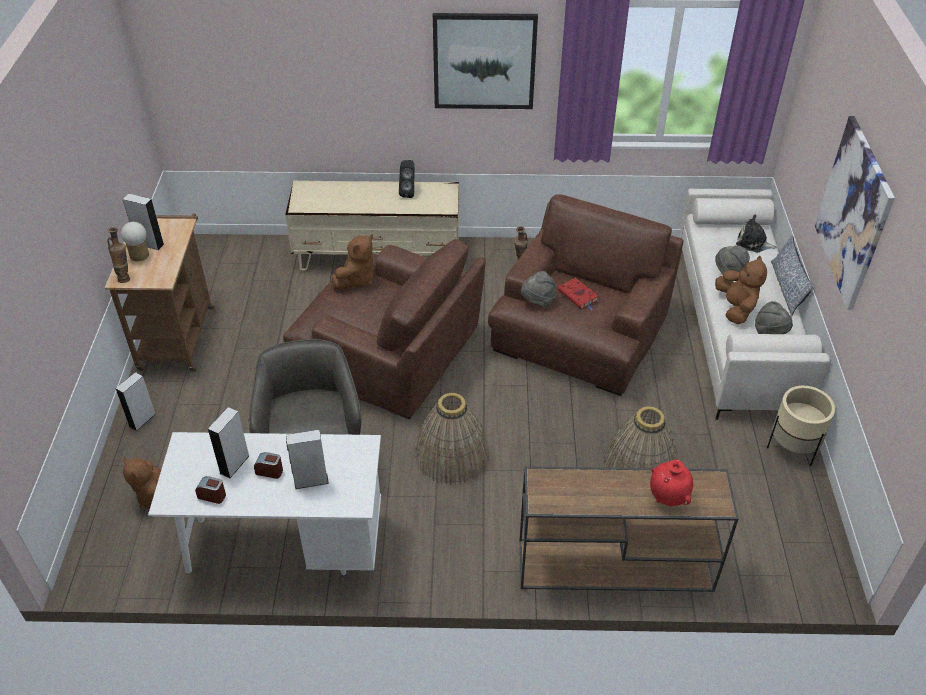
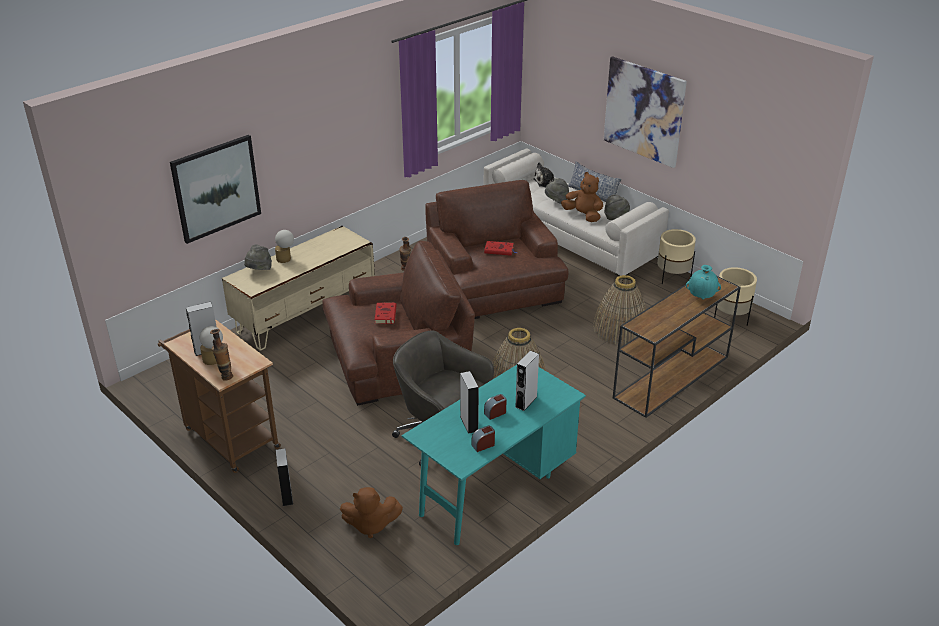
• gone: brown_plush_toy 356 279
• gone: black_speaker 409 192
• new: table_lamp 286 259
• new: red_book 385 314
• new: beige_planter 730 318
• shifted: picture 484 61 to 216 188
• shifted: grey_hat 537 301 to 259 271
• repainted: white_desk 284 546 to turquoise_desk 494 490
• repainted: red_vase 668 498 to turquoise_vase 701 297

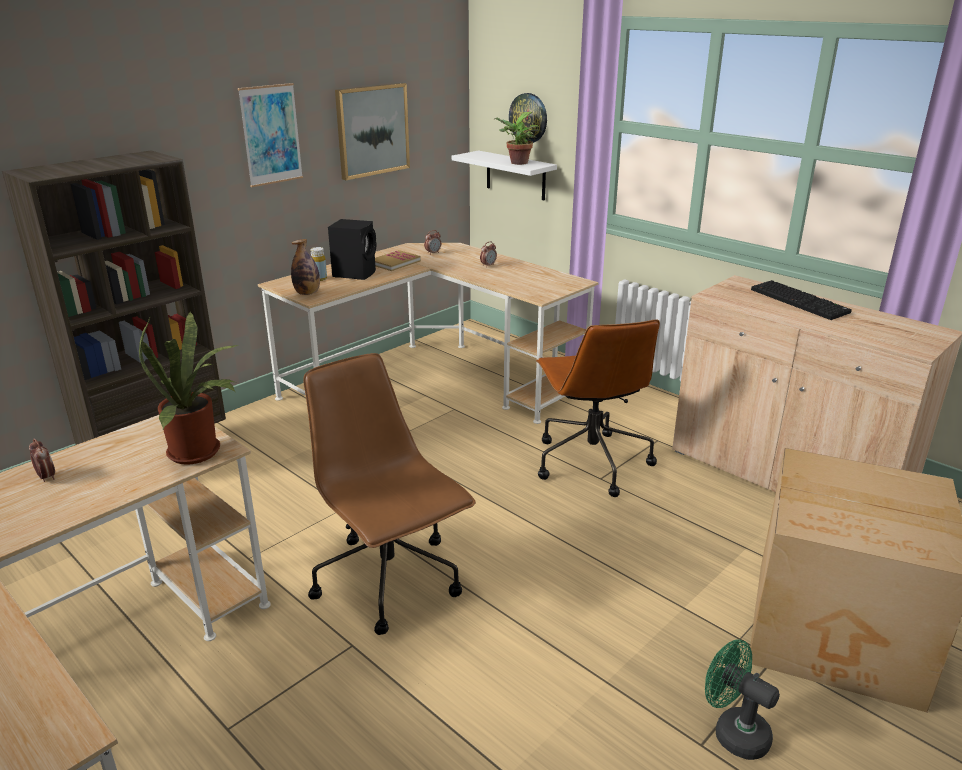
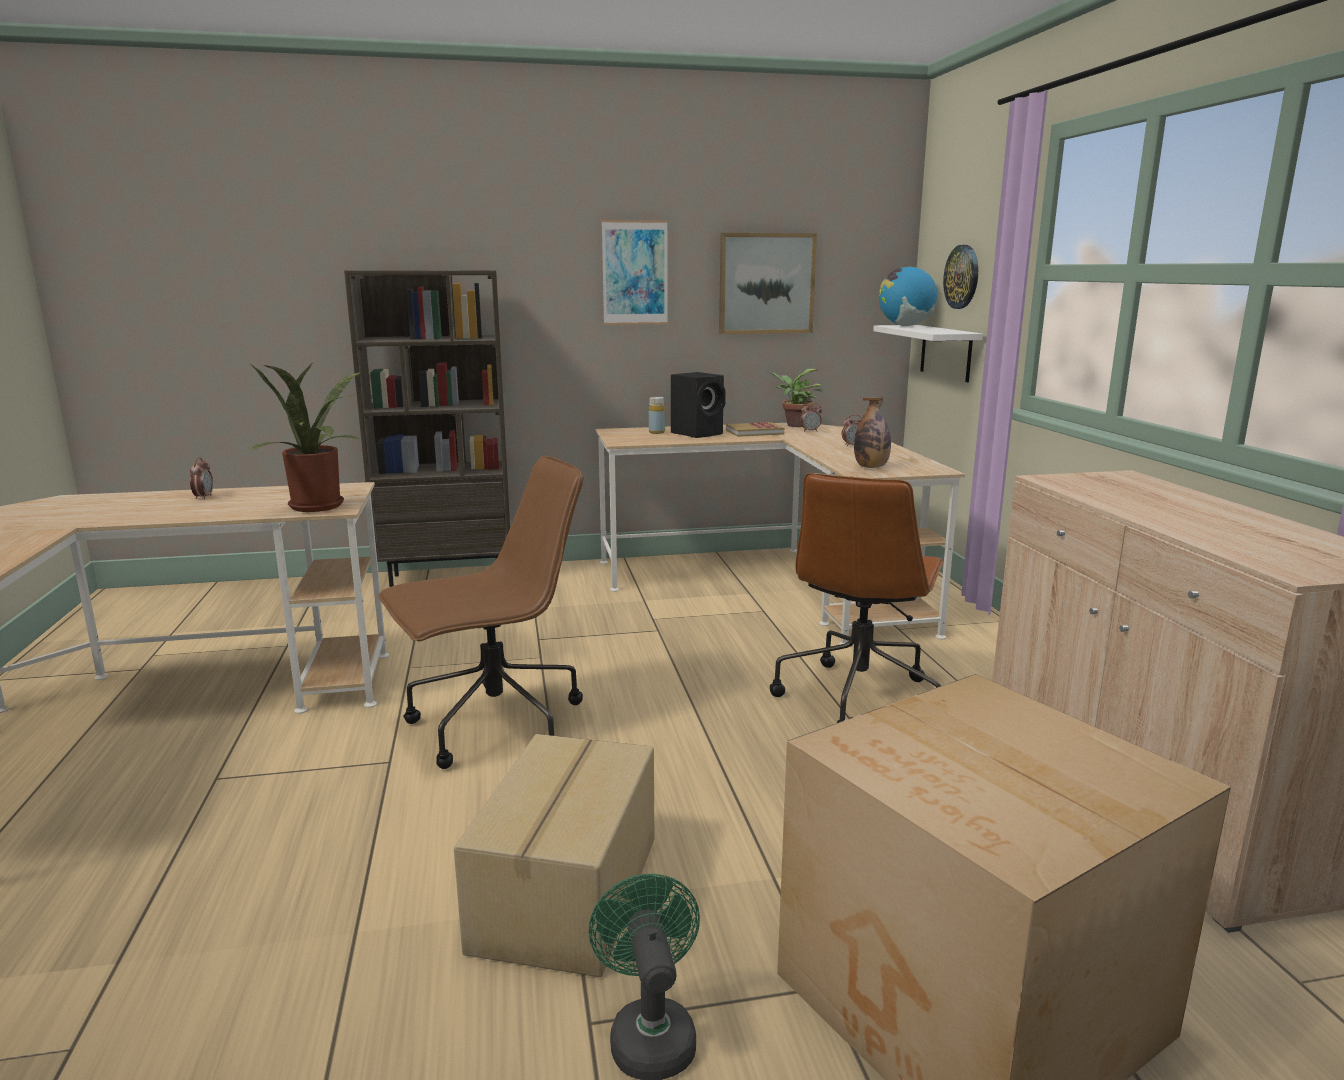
• gone: keyboard 800 301
• new: cardboard_box 564 892
• new: globe 905 326
• shifted: bottle 307 293 to 871 467
• shifted: potted_plant 517 163 to 794 425
• rotated: brown_office_chair 390 581 = 494 726 60 degrees clockwise

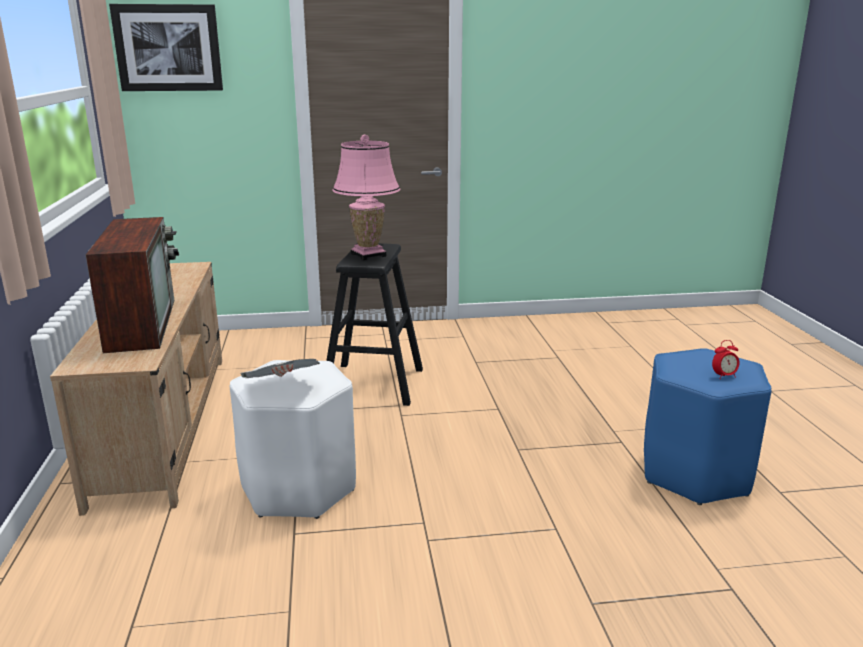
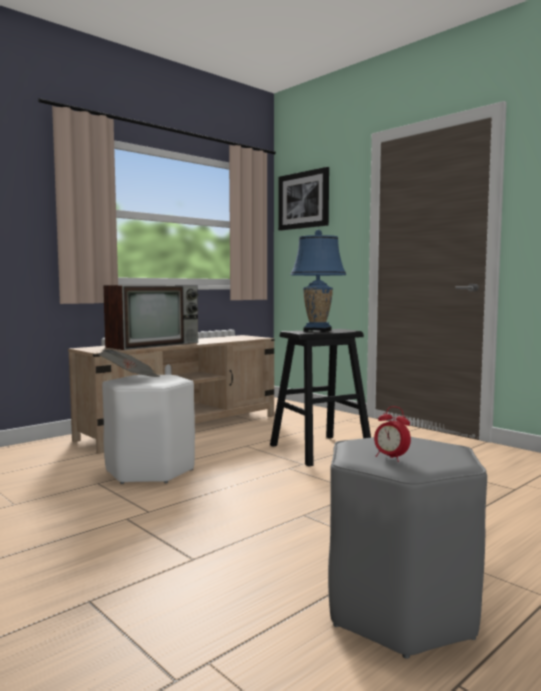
• repainted: pink_table_lamp 368 255 to blue_table_lamp 317 331
• repainted: blue_stool 694 474 to grey_stool 401 609

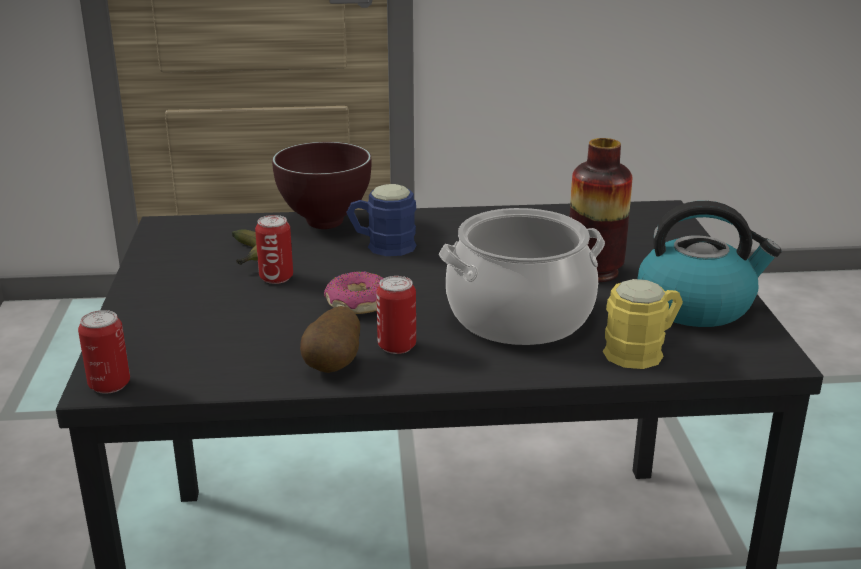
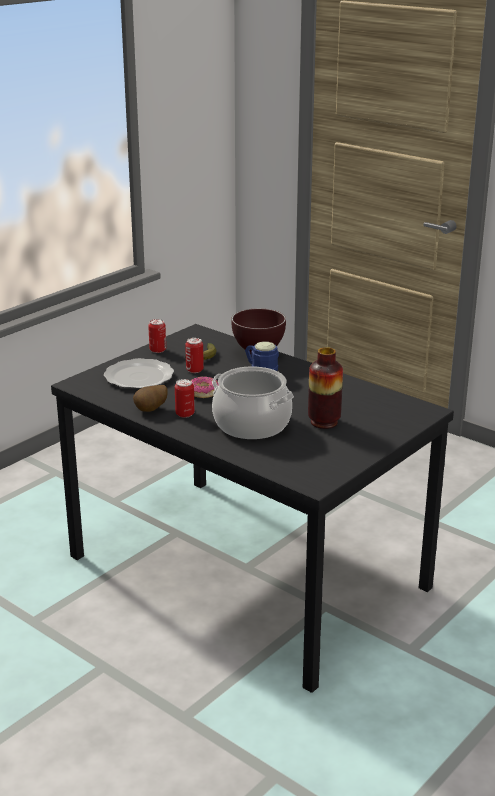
• gone: yellow_mug 642 350
• gone: kettle 696 305
• new: plate 140 376
• shifted: can 109 385 to 158 350

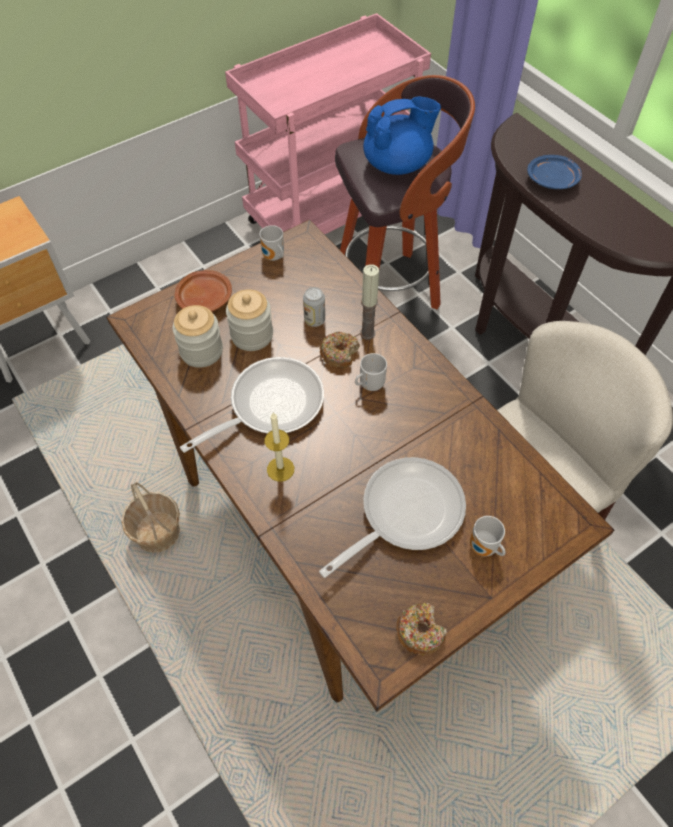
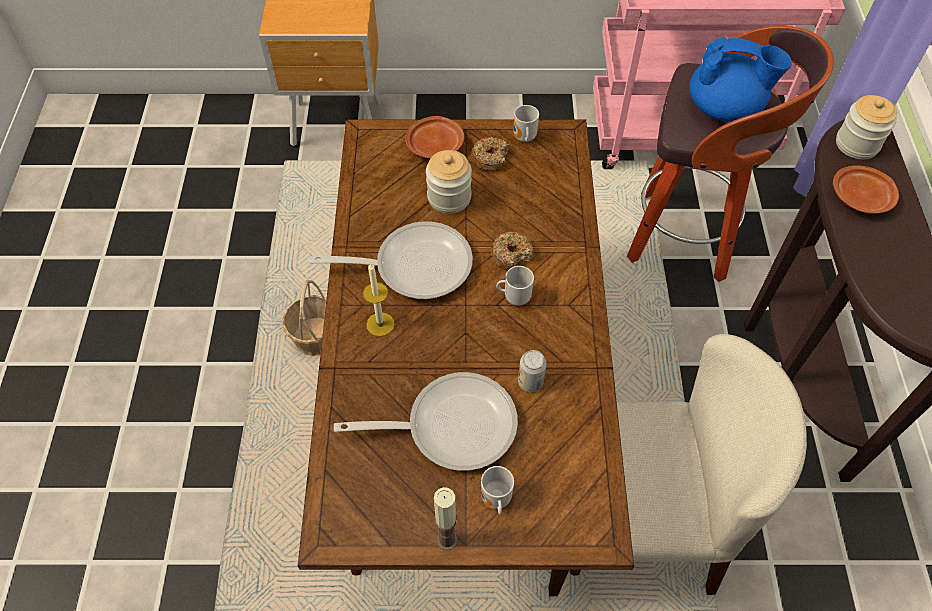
• shifted: jar 201 351 to 857 144
• shifted: can 314 320 to 530 382
• shifted: candle 367 333 to 447 540
• shifted: donut 420 631 to 490 158
• repainted: blue_plate 552 180 to brown_plate 861 197

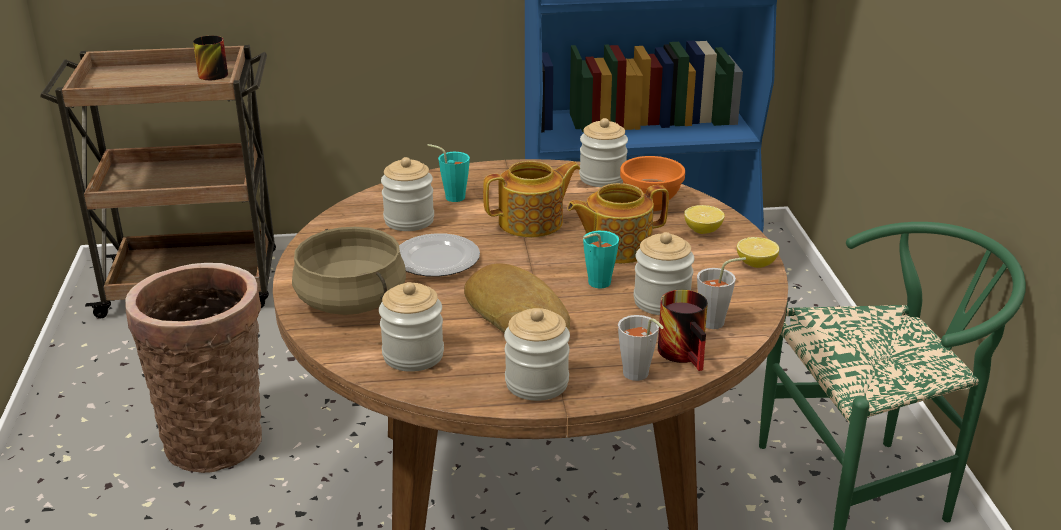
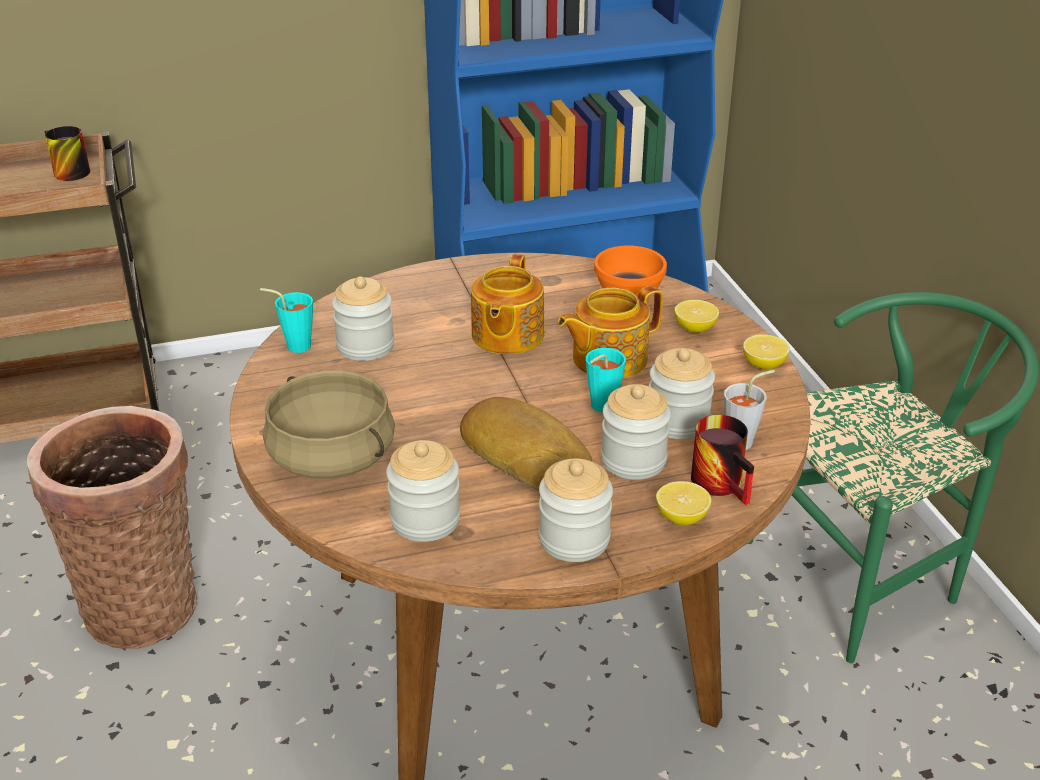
• gone: plate 436 260
• shifted: turquoise_cup 451 196 to 293 345
• shifted: jar 602 178 to 633 460
• swapped: grey_cup 638 376 to lemon 681 518
• rotated: teapot 532 222 = 506 336 135 degrees clockwise

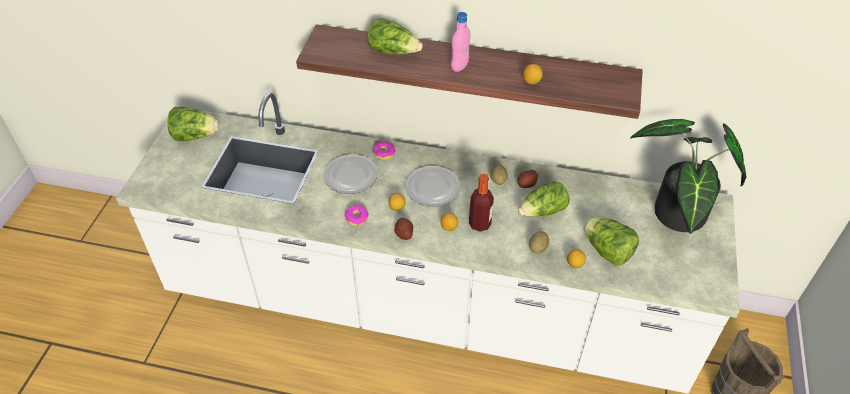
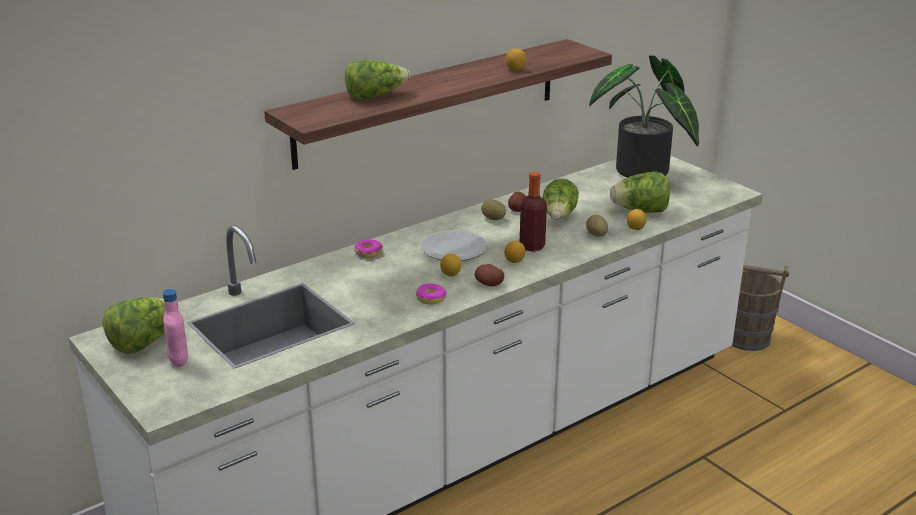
• gone: plate 350 176
• shifted: pink_bottle 459 66 to 178 361

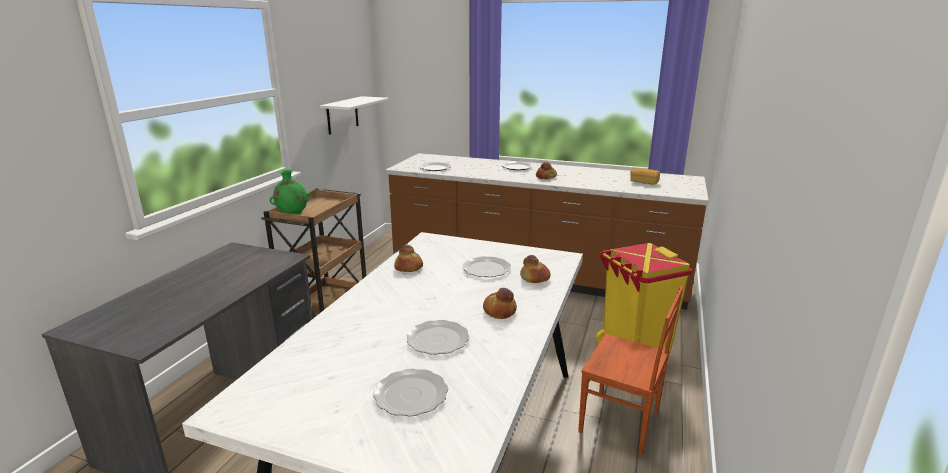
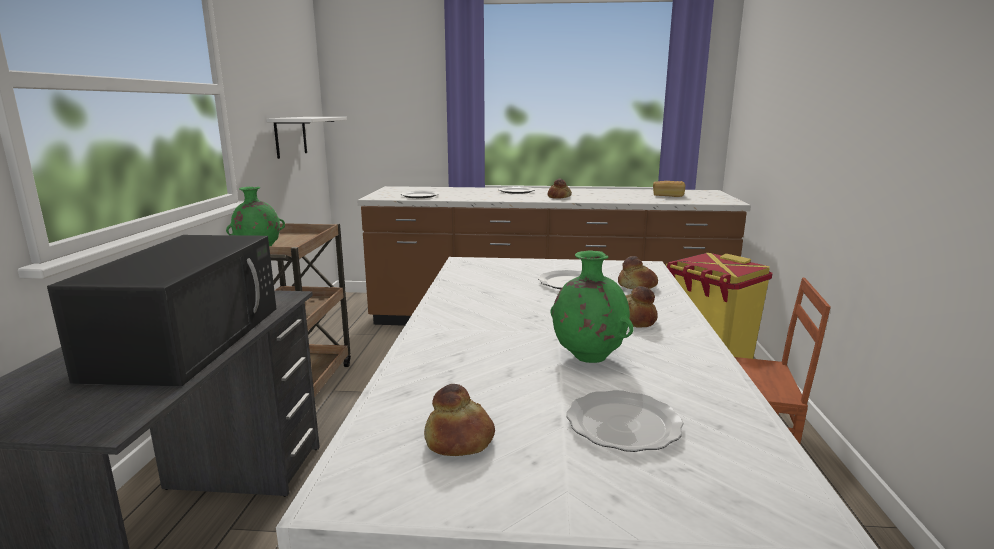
• new: black_microwave 190 339
• shifted: bread 408 268 to 458 441
• swapped: plate 437 339 to green_vase 588 357

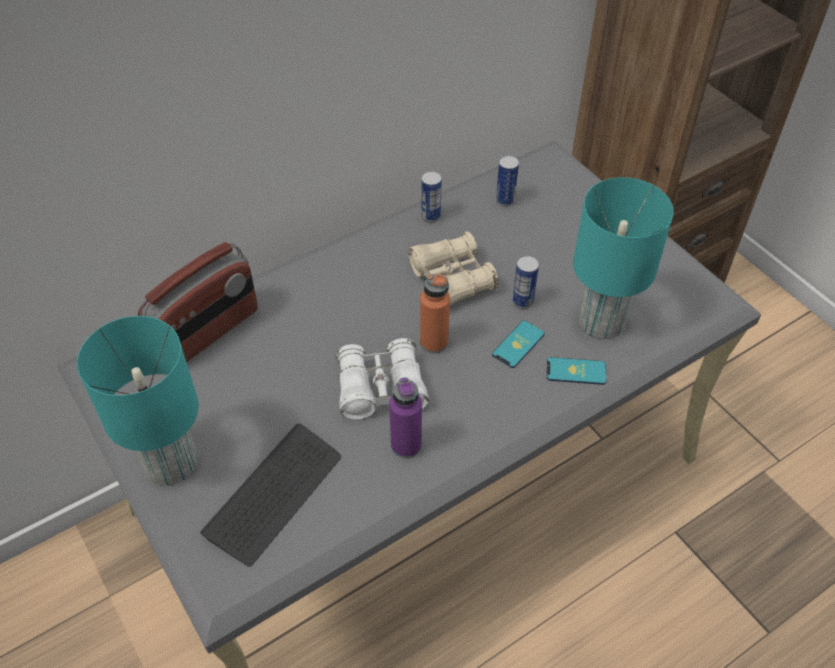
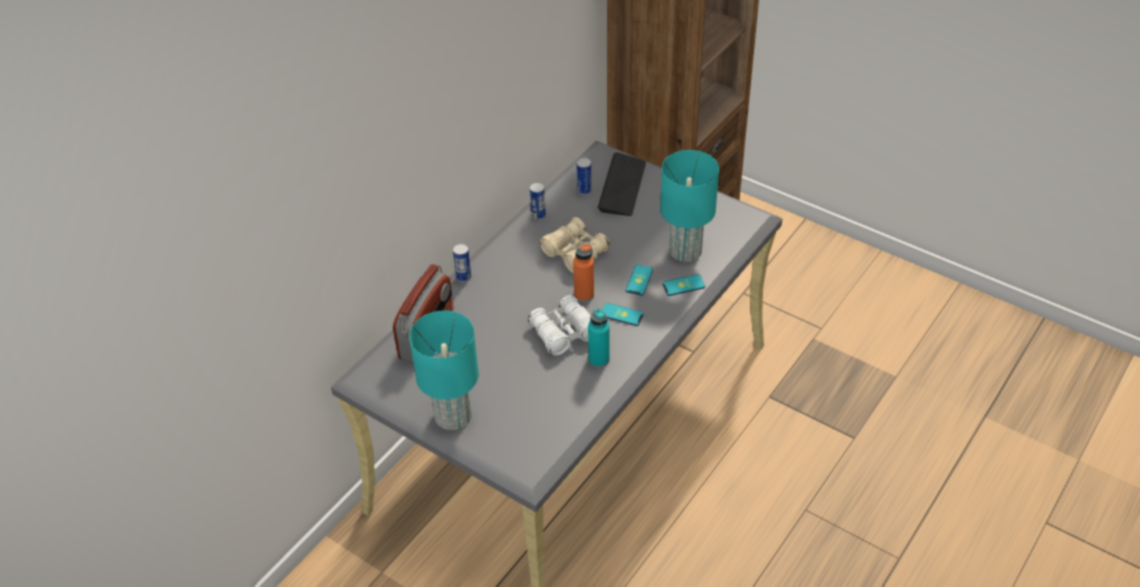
• new: phone 621 315
• shifted: keyboard 274 495 to 622 186
• shifted: can 522 301 to 463 277
• repainted: purple_bottle 406 445 to turquoise_bottle 598 360

